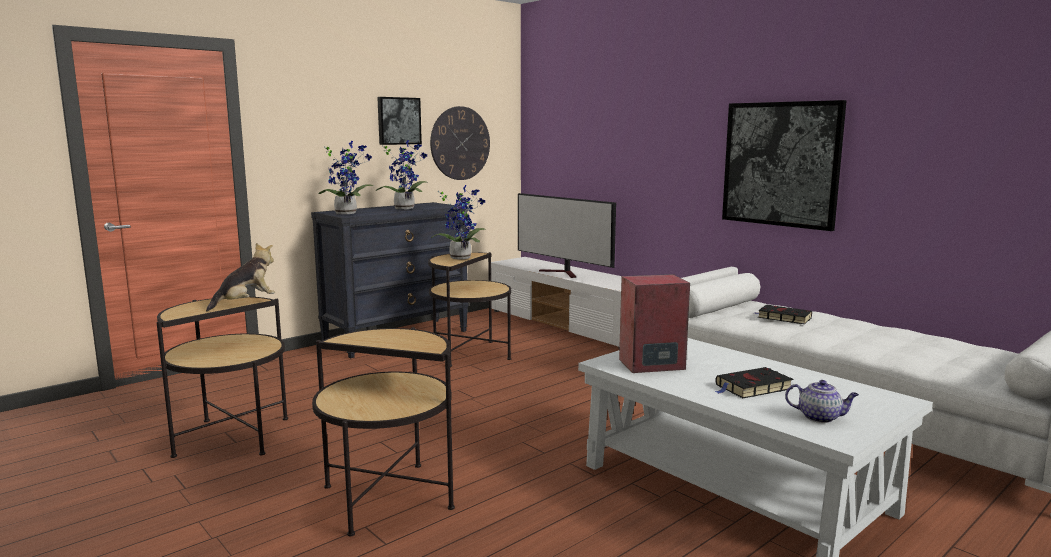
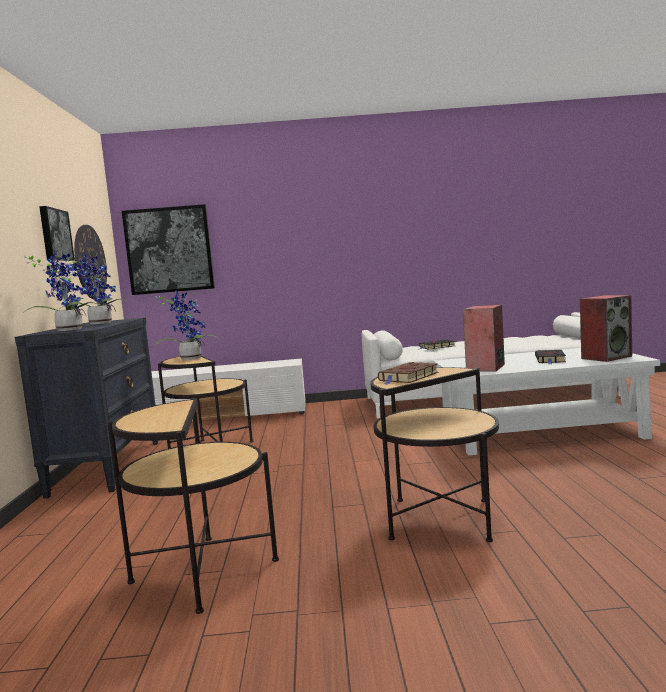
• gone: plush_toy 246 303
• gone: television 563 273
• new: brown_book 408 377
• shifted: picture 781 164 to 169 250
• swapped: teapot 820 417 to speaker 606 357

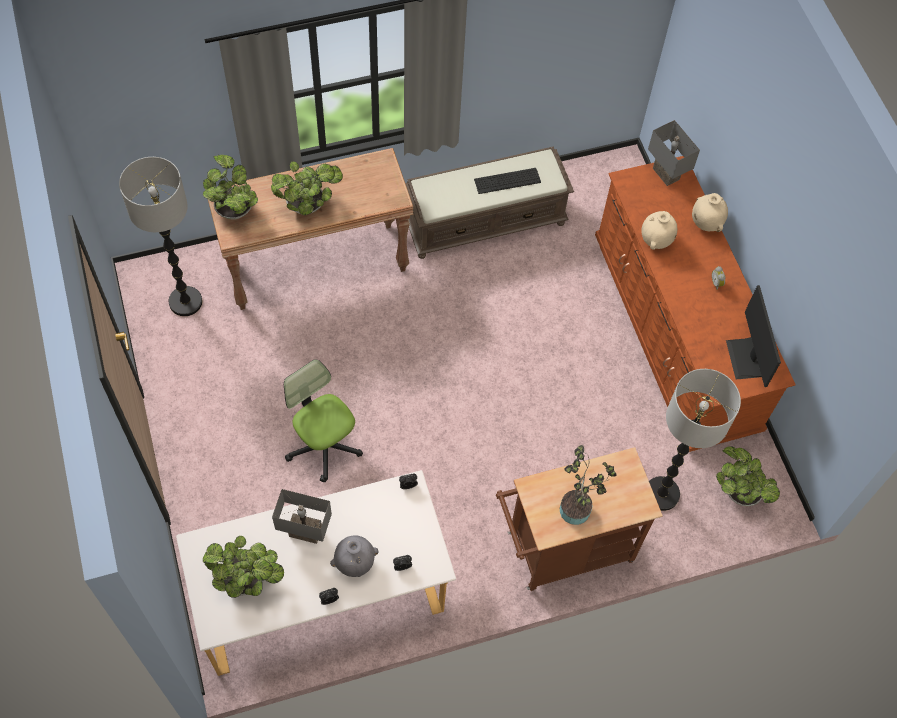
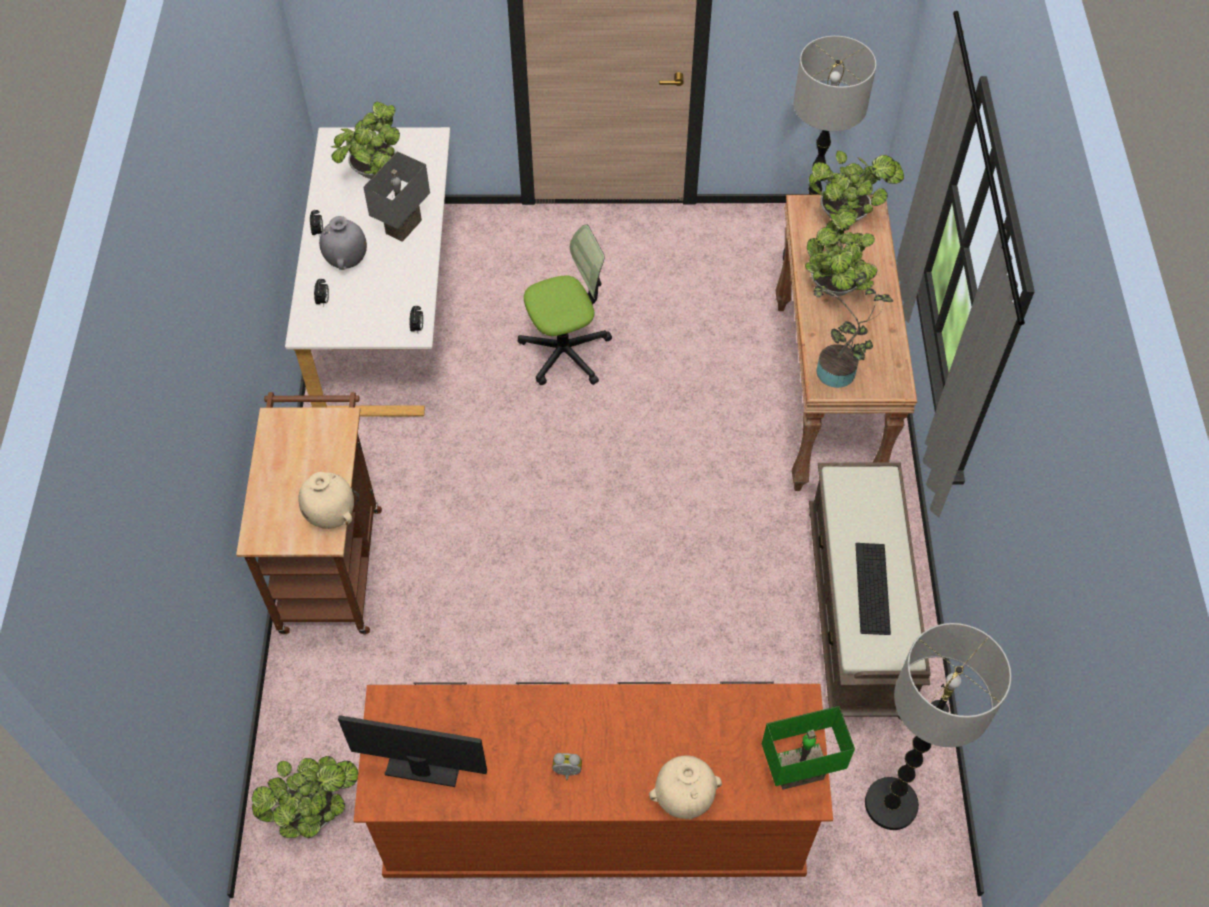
• shifted: potted_plant 578 508 to 837 375
• shifted: beige_vase 655 241 to 330 515
• shifted: floor_lamp 661 494 to 890 804
• repainted: grey_table_lamp 667 173 to green_table_lamp 799 774

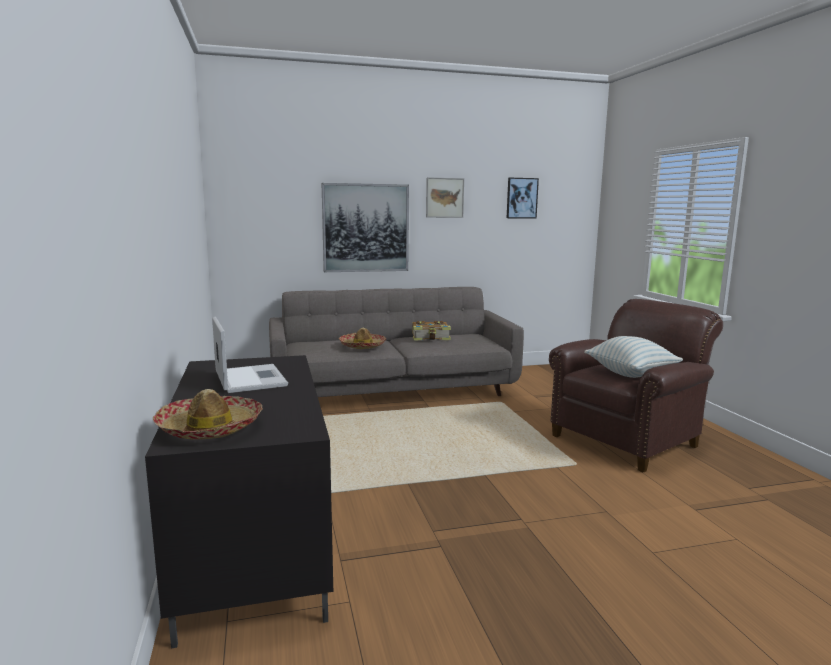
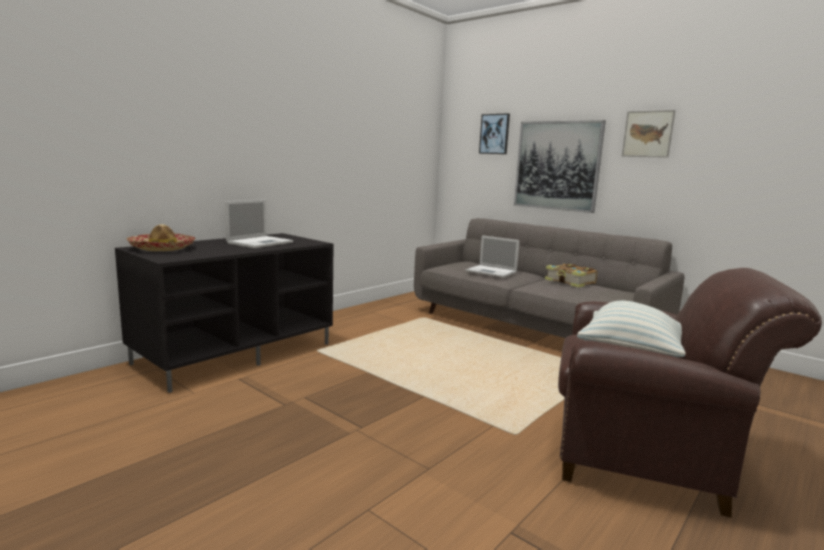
• shifted: picture 521 198 to 494 134
• swapped: hat 362 346 to laptop 492 272

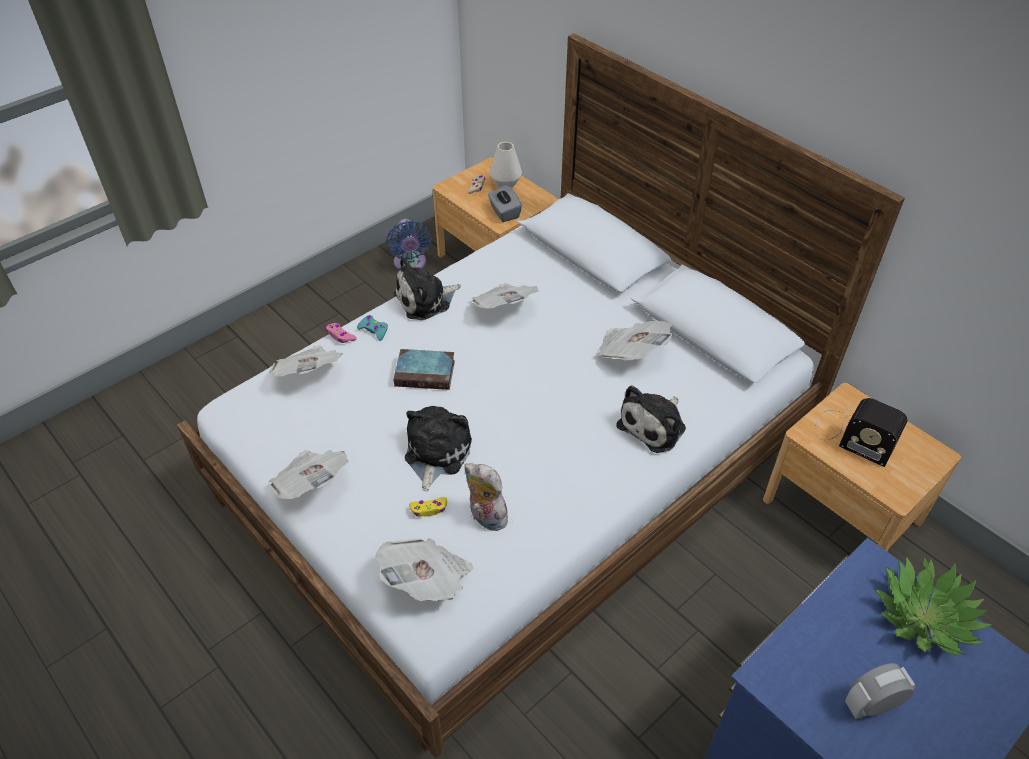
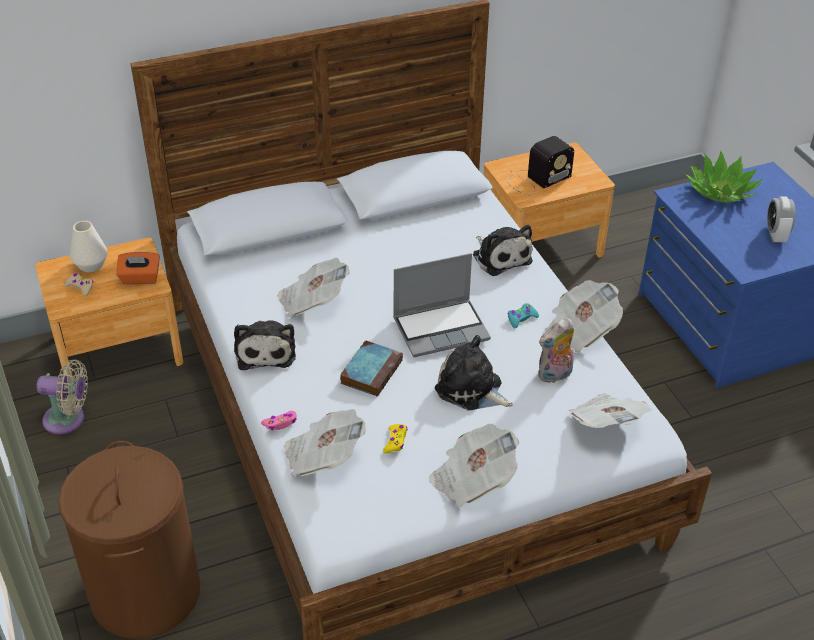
• new: brown_laundry_basket 145 592
• new: laptop 441 328
• shifted: turquoise_game_controller 374 330 to 521 318
• shifted: yellow_game_controller 429 509 to 395 441
• shifted: newspaper 631 353 to 579 331
• repainted: blue_fan 410 264 to beige_fan 68 419
• repainted: grey_tissue_box 504 212 to orange_tissue_box 140 278

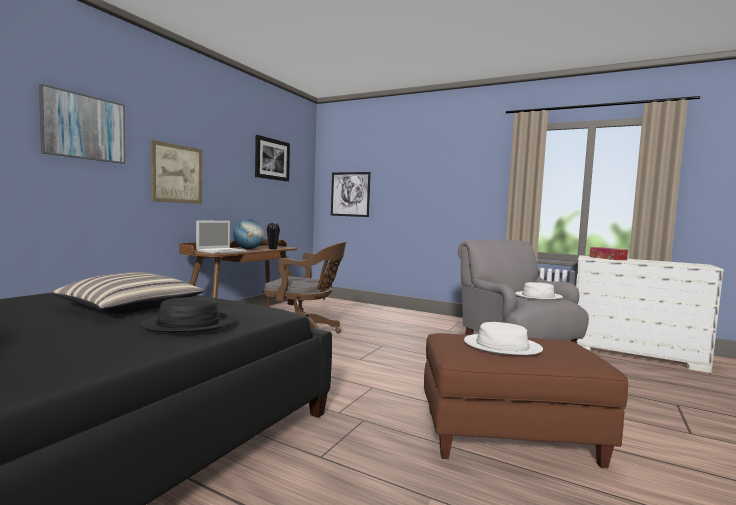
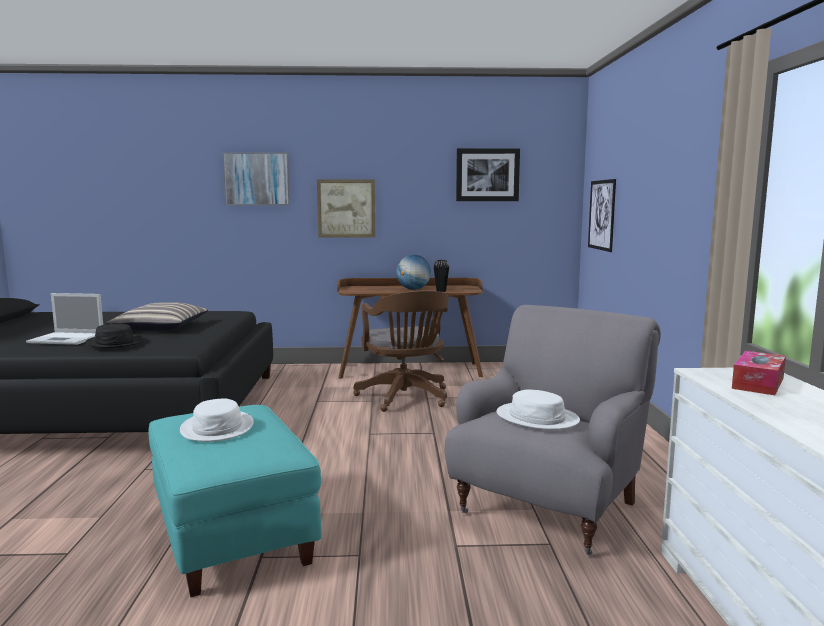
• shifted: laptop 222 251 to 67 339
• repainted: brown_ottoman 508 435 to turquoise_ottoman 234 534

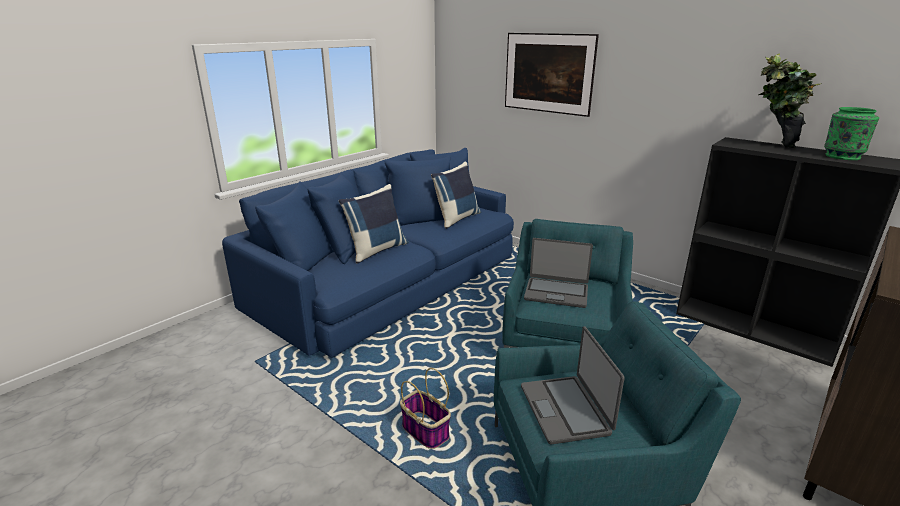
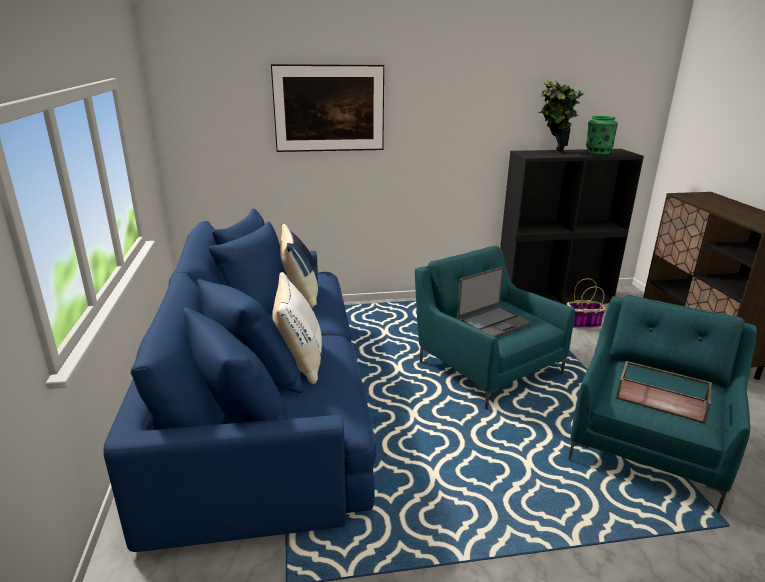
• shifted: basket 424 431 to 582 323
• swapped: laptop 565 409 to brown_tray 662 399
• repainted: blue_pillow 376 250 to white_pillow 299 360

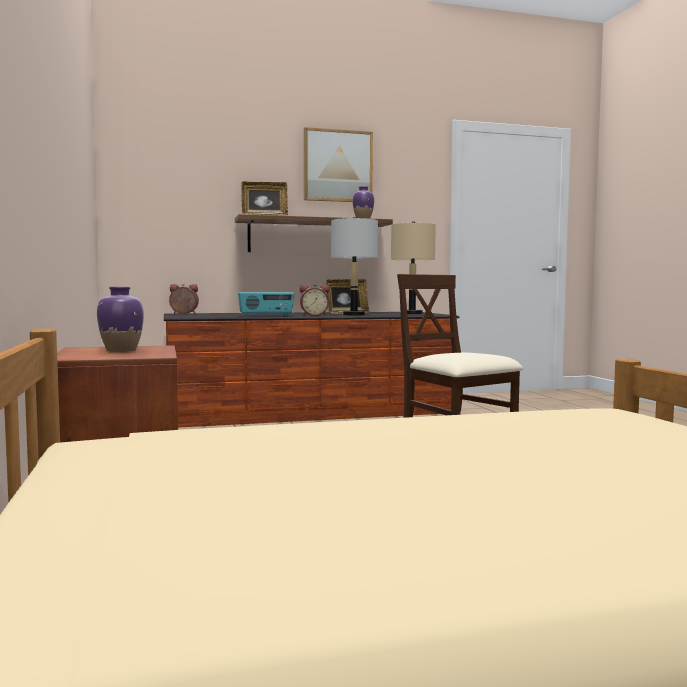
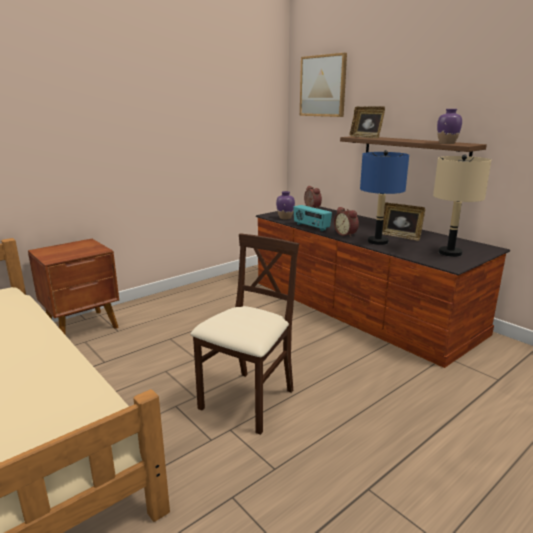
• shifted: purple_vase 121 350 to 285 218
• shifted: picture 337 166 to 323 86
• repainted: grey_table_lamp 354 315 to blue_table_lamp 378 241

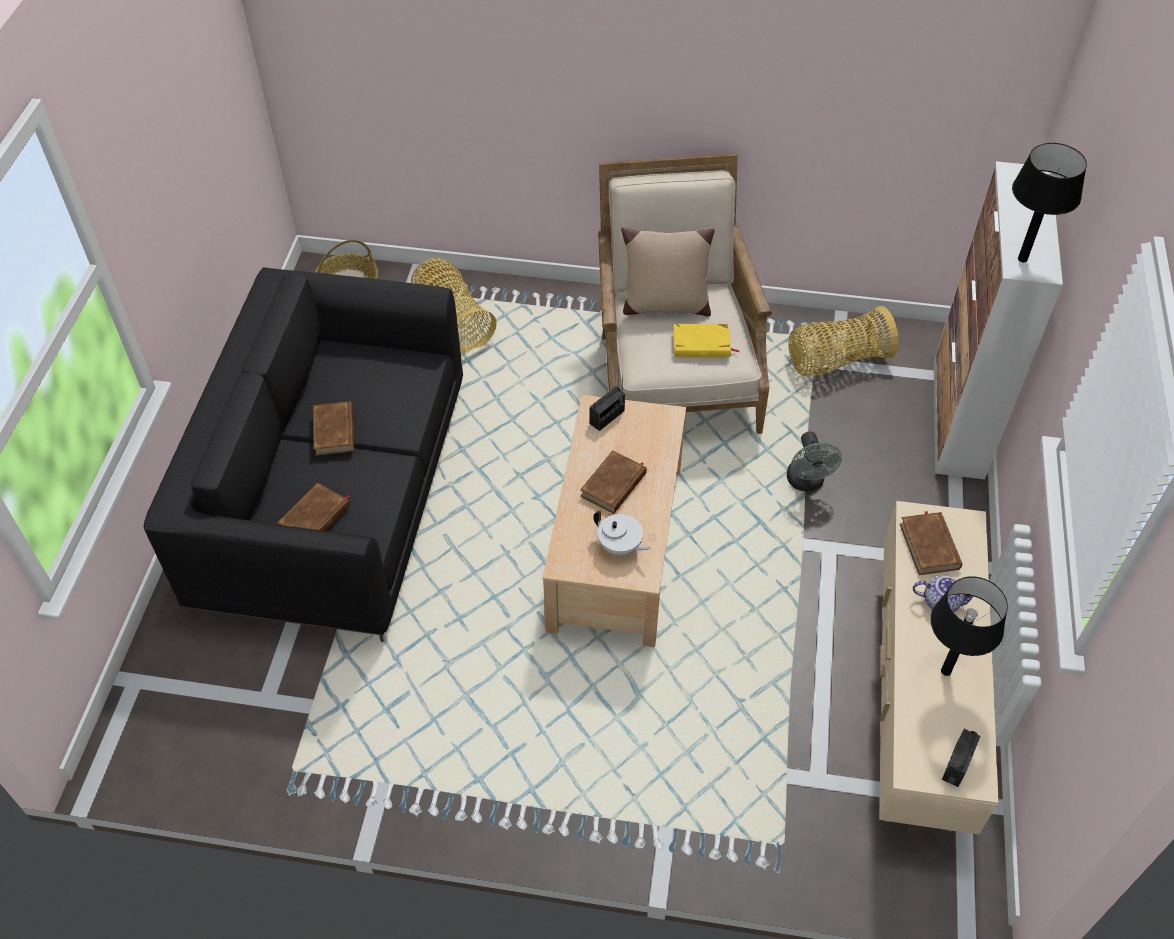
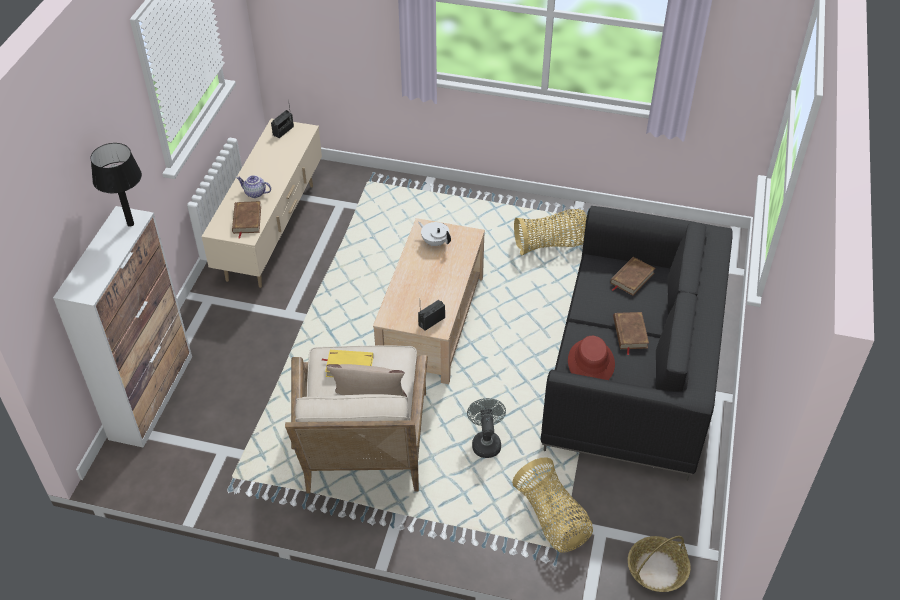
• gone: brown_book 614 485
• gone: black_table_lamp 946 671
• new: red_hat 591 363
• shifted: grey_fan 807 483 to 485 442
• shifted: basket 836 361 to 551 245

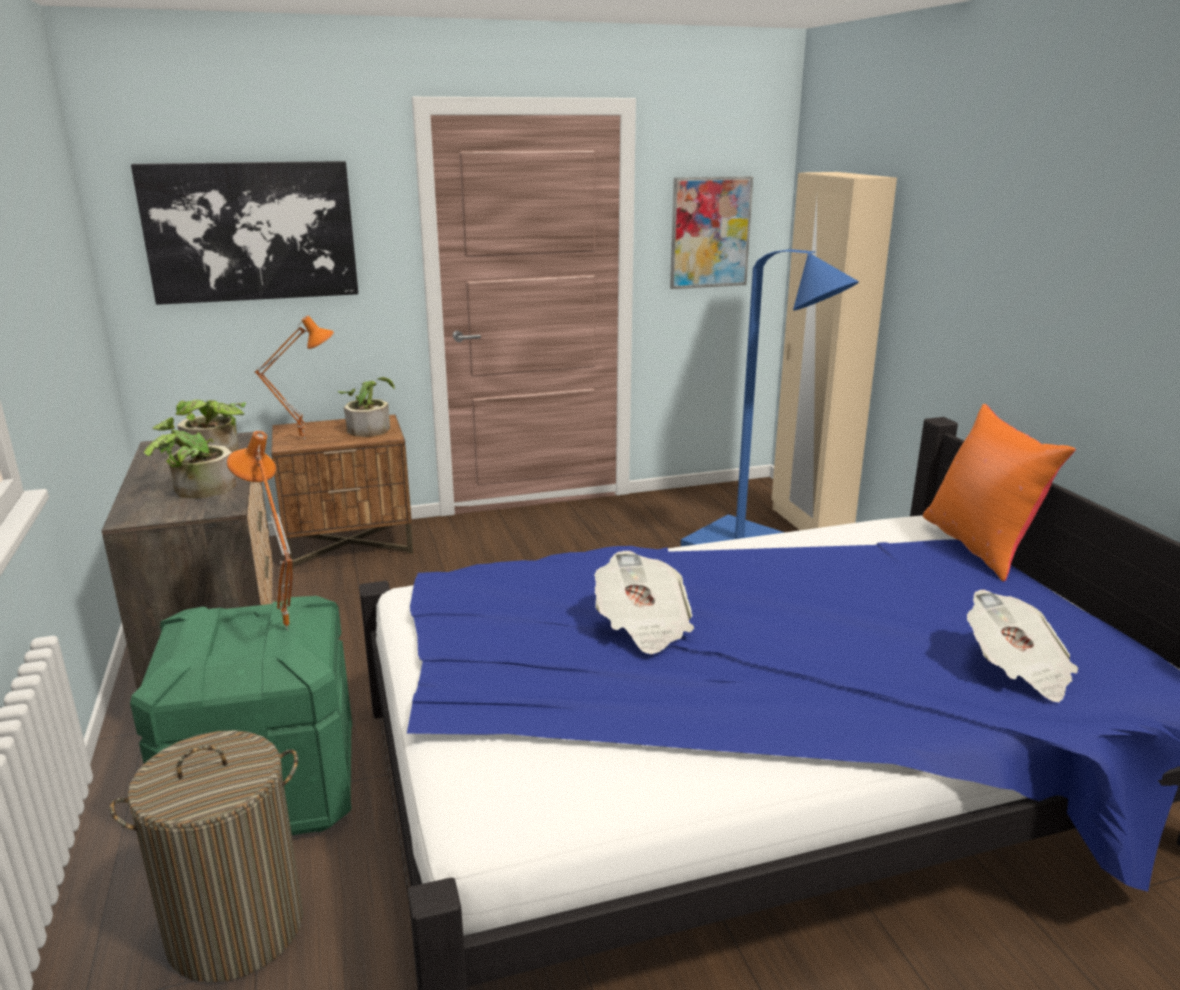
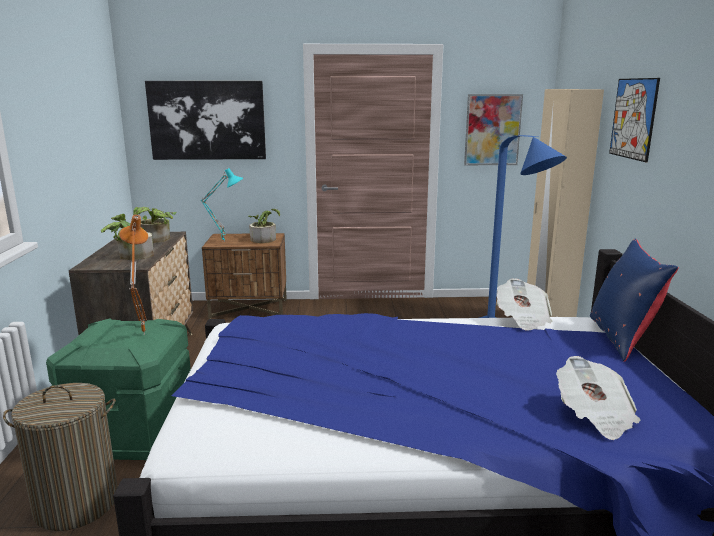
• new: picture 633 118
• shifted: newspaper 643 626 to 522 319
• repainted: orange_table_lamp 304 438 to turquoise_table_lamp 224 241
• repainted: orange_pillow 980 546 to blue_pillow 622 338

